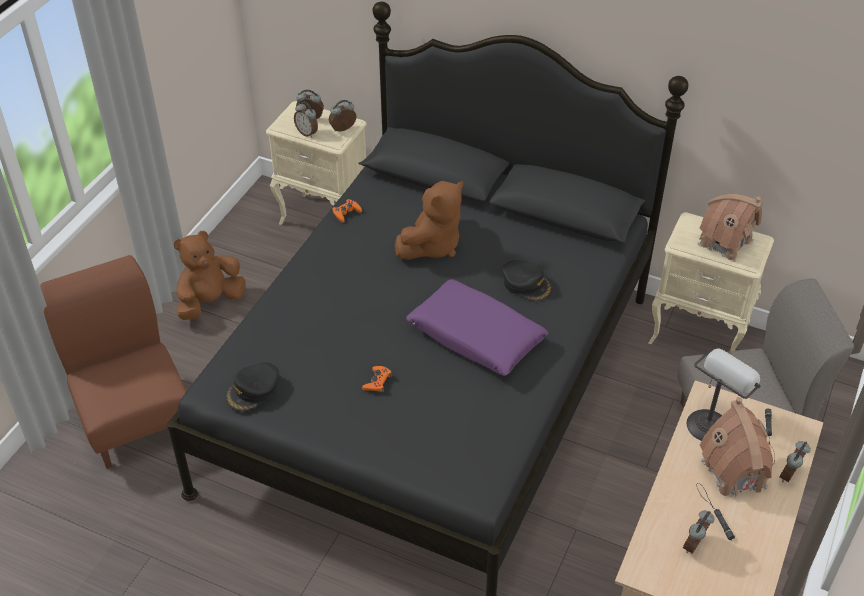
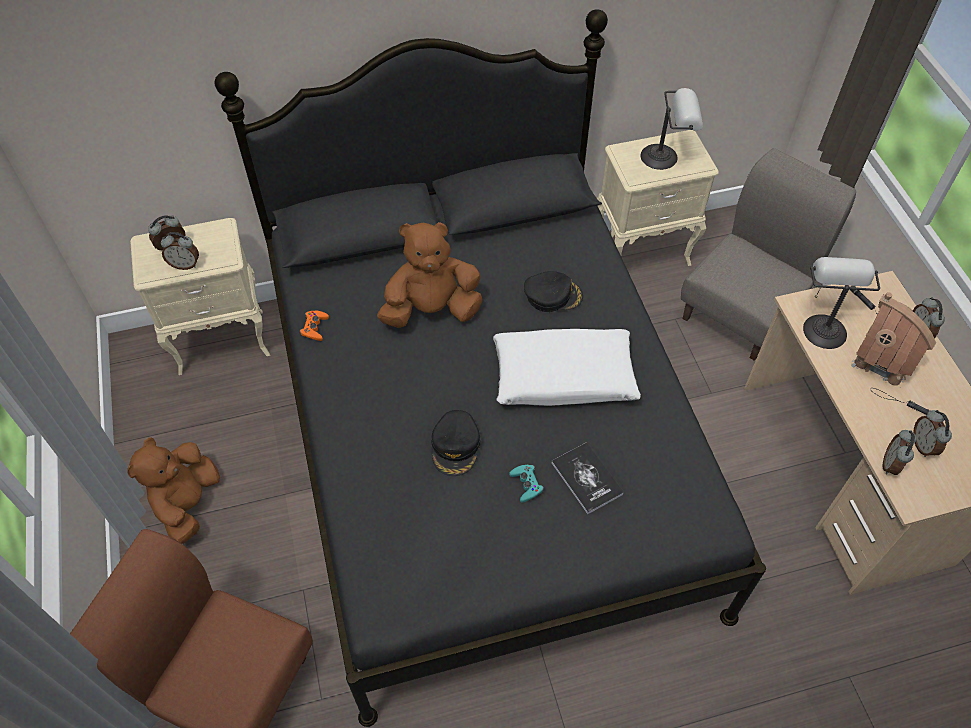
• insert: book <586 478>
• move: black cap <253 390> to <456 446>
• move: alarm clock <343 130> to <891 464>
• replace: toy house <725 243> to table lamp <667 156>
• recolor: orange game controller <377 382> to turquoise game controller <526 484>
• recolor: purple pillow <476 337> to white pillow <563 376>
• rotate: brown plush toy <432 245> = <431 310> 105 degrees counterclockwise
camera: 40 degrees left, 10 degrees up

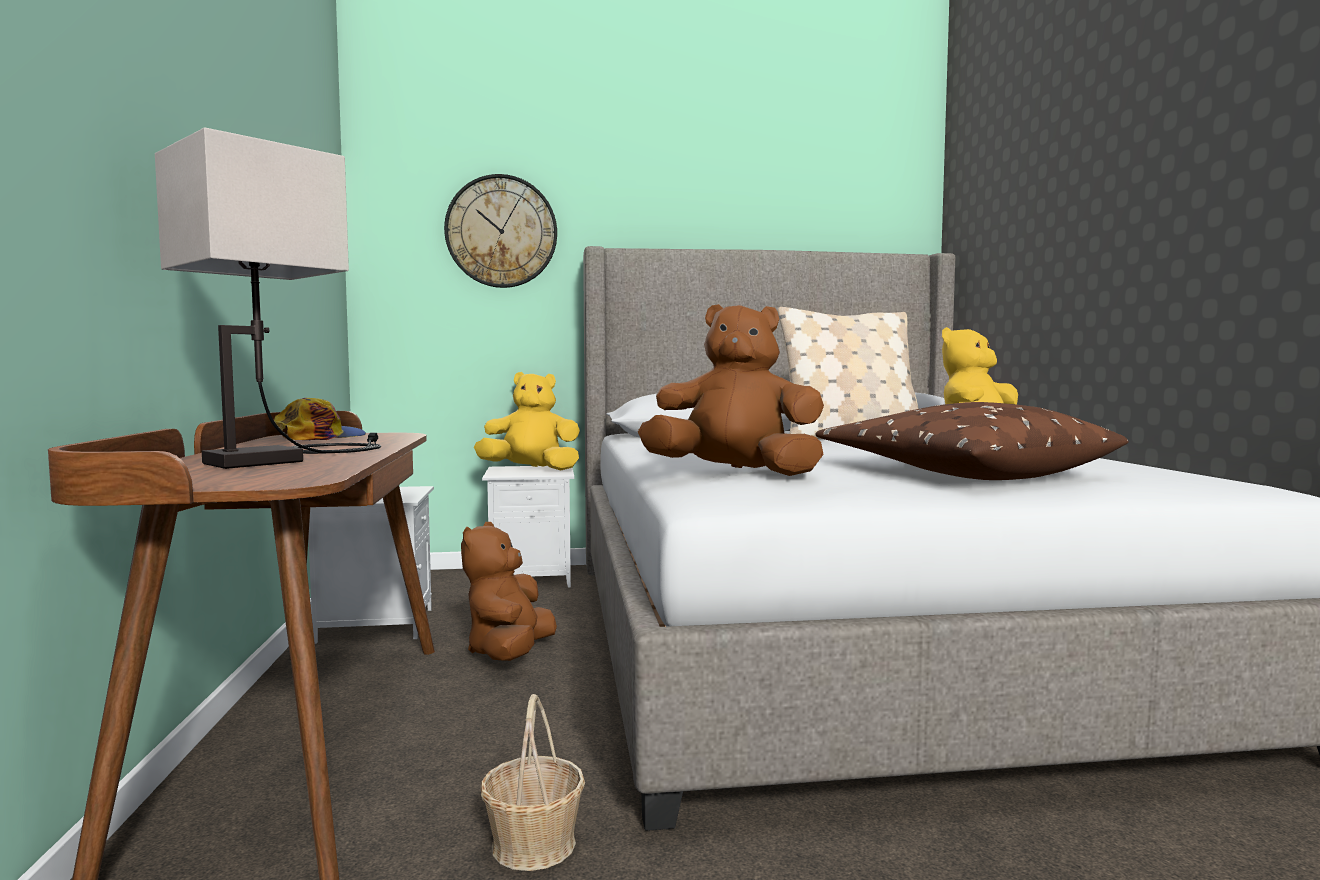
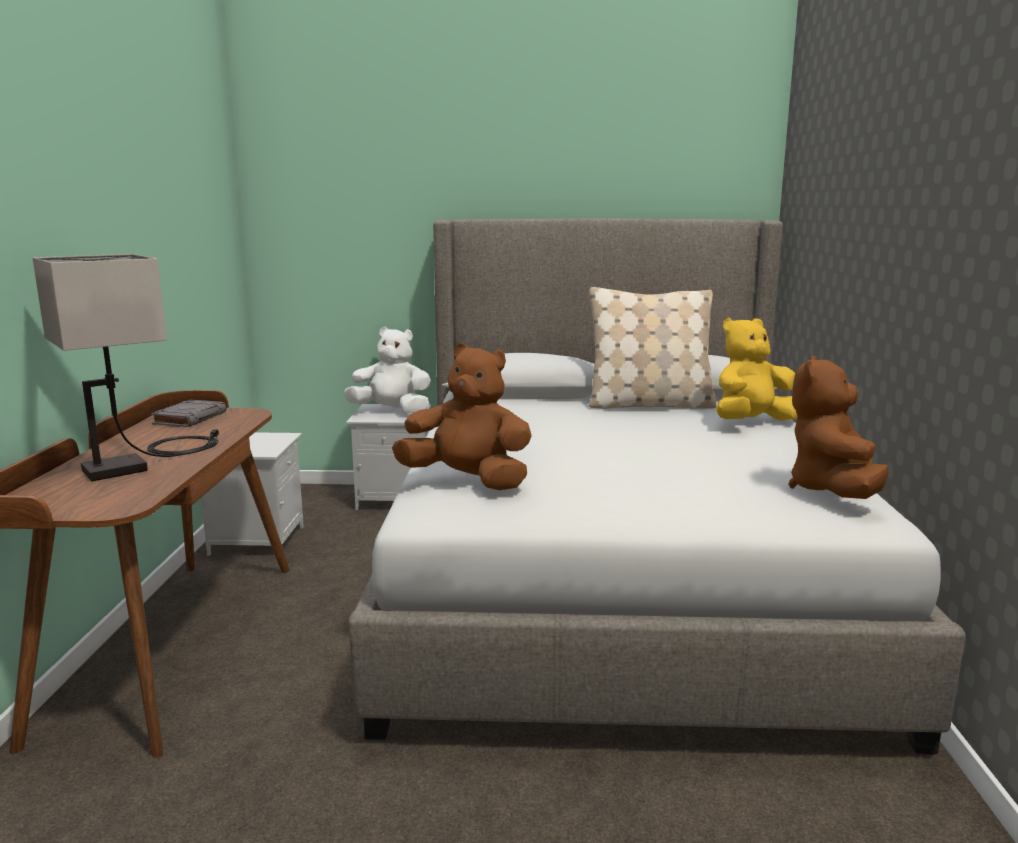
• delete: wall clock <501 231>
• delete: basket <533 845>
• delete: brown pillow <961 473>
• move: brown plush toy <510 654> to <833 491>
• replace: cap <320 437> to grey book <190 418>
• recolor: yellow plush toy <531 470> to white plush toy <392 411>
camera: 10 degrees right, 10 degrees up

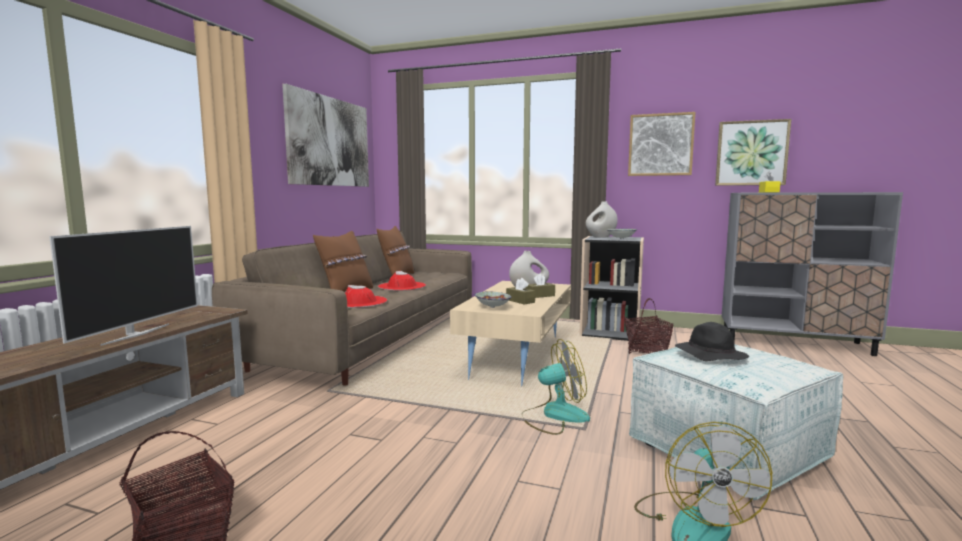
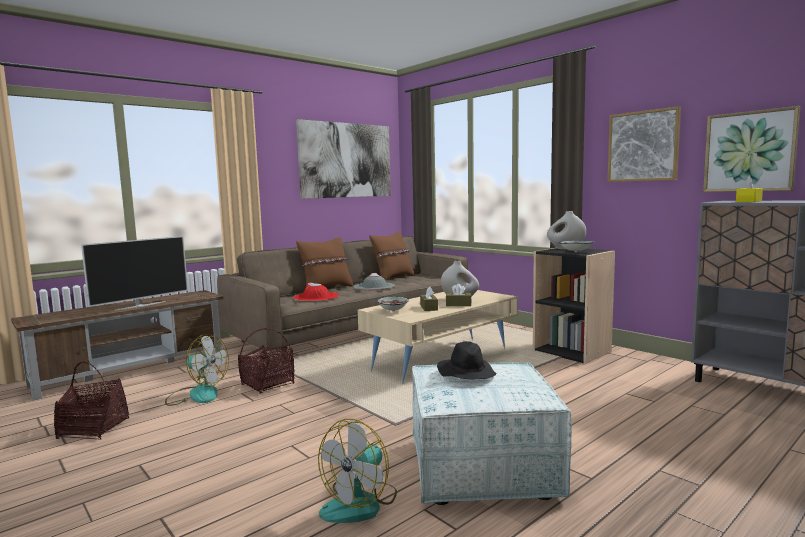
• move: fan <554 416> to <197 395>
• move: basket <646 350> to <268 384>
• recolor: red hat <402 286> to grey hat <374 286>
camera: 30 degrees right, 0 degrees up

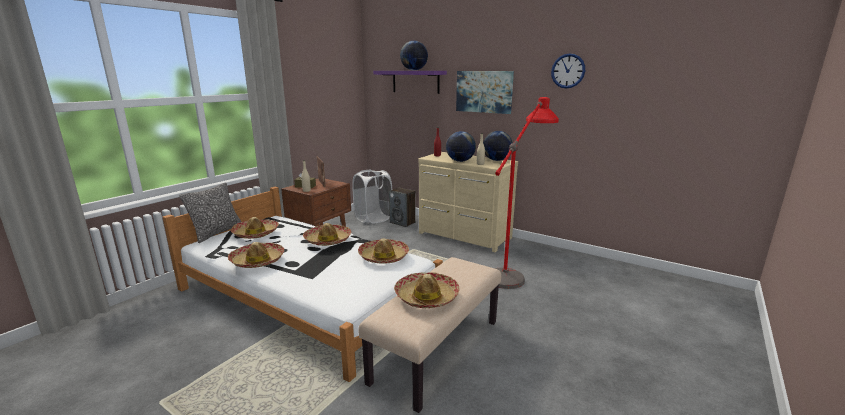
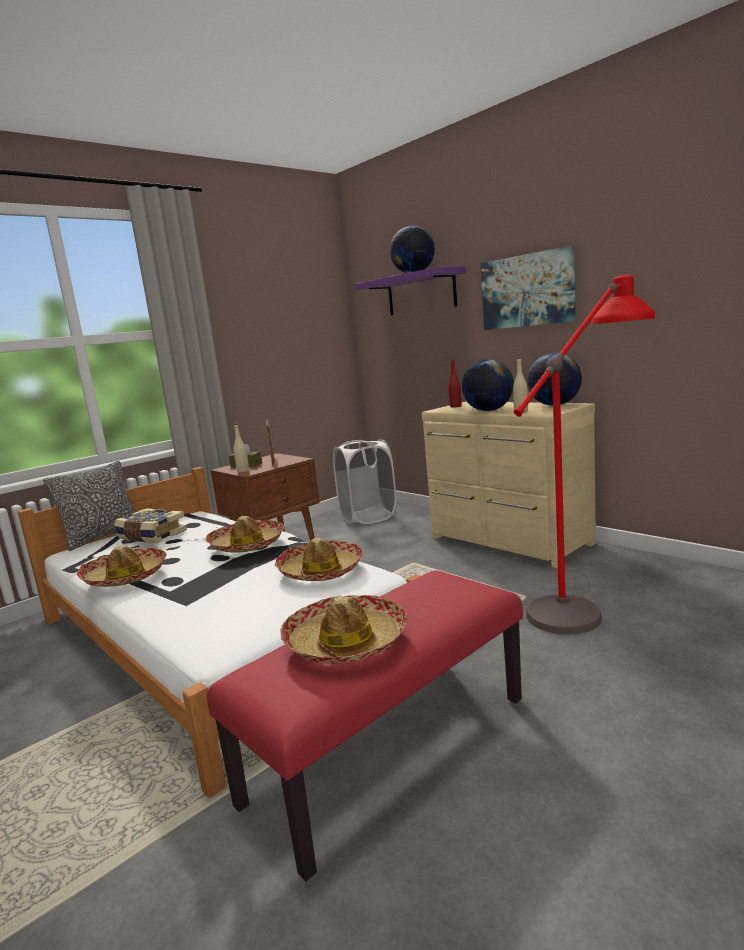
• delete: speaker <403 222>
• delete: wall clock <568 71>
• replace: hat <256 233> to book <151 536>
• recolor: beige bench <437 350> to red bench <390 748>
camera: 15 degrees right, 5 degrees down

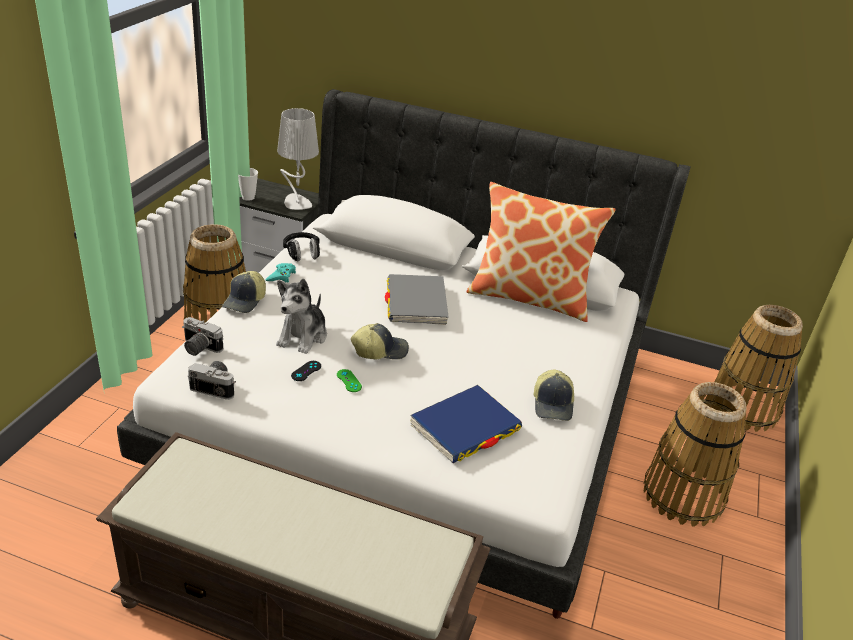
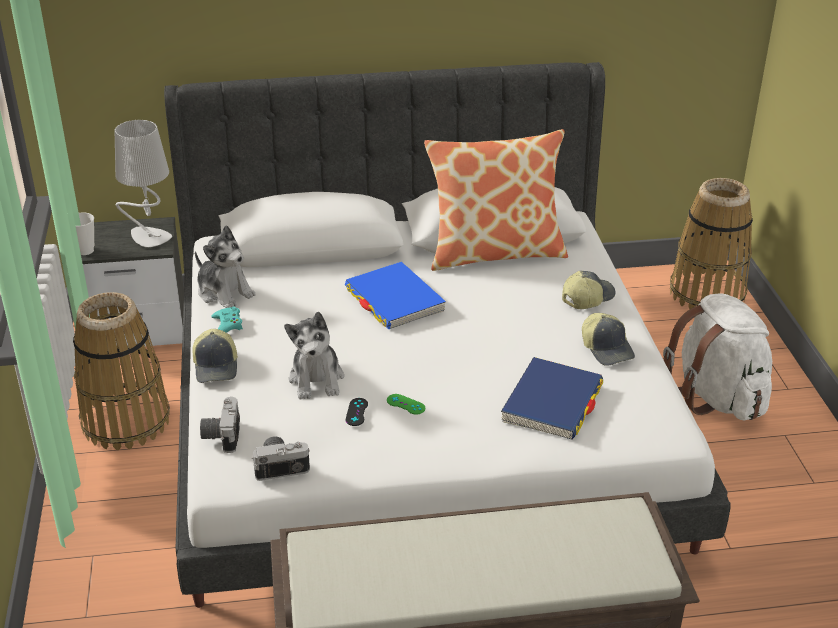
• move: cap <380 350> to <586 297>
• replace: black headphones <302 254> to plush toy <224 292>
• replace: basket <682 495> to white backpack <716 397>
• recolor: grey book <416 303> to blue book <394 300>
• rotate: photo camera <198 348> = <221 435> 90 degrees clockwise
camera: 25 degrees left, 0 degrees up

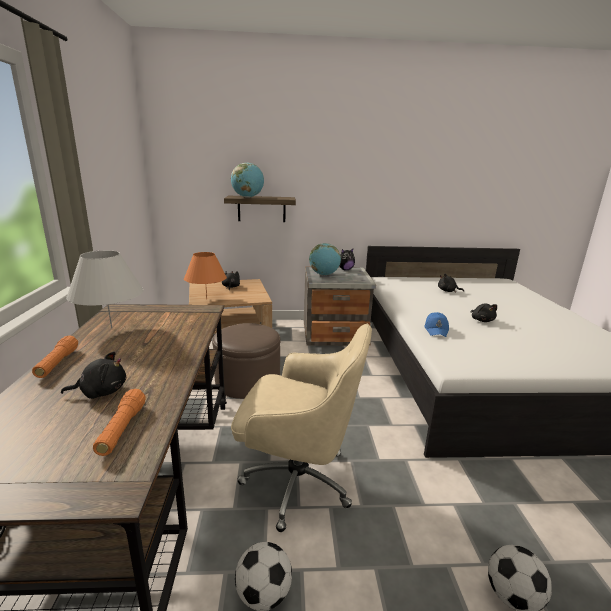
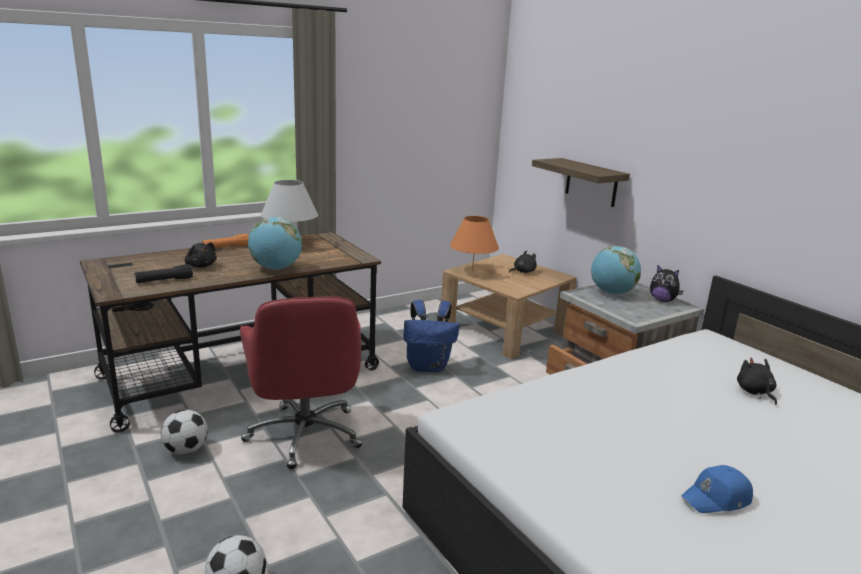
• delete: black plush toy <482 320>
• move: globe <248 197> to <276 268>
• move: blue cap <436 329> to <717 499>
• replace: brown ottoman <247 381> to blue backpack <428 366>
• recolor: orange flashlight <122 429> to black flashlight <164 281>
• recolor: beige office chair <298 481> to red office chair <304 435>
camera: 60 degrees right, 0 degrees up

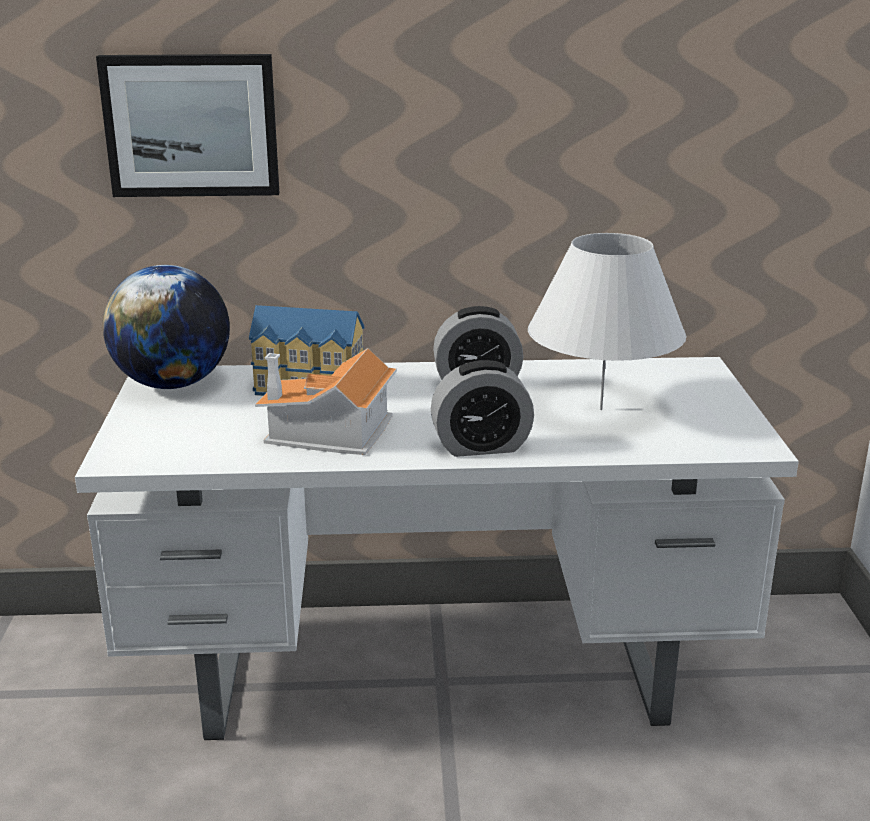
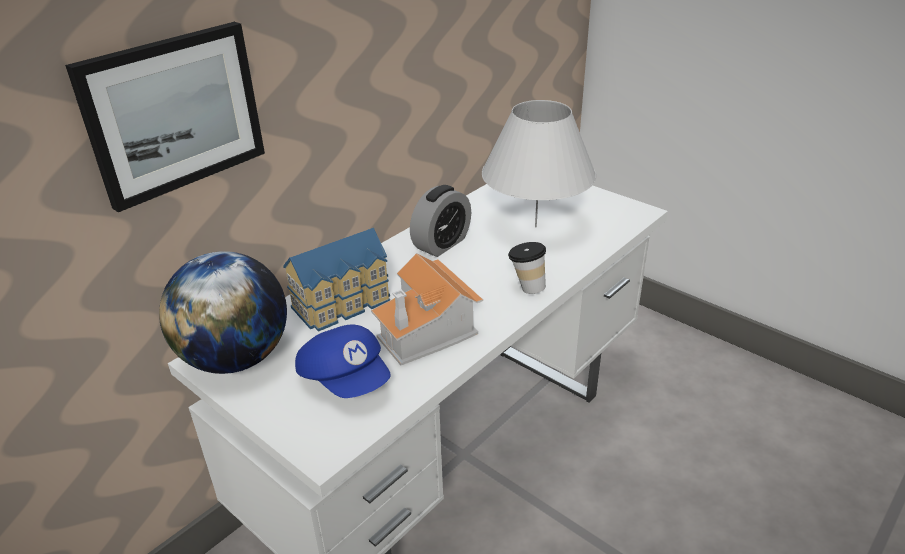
• insert: blue cap <346 379>
• replace: alarm clock <481 446> to cup <526 287>
camera: 45 degrees left, 10 degrees up

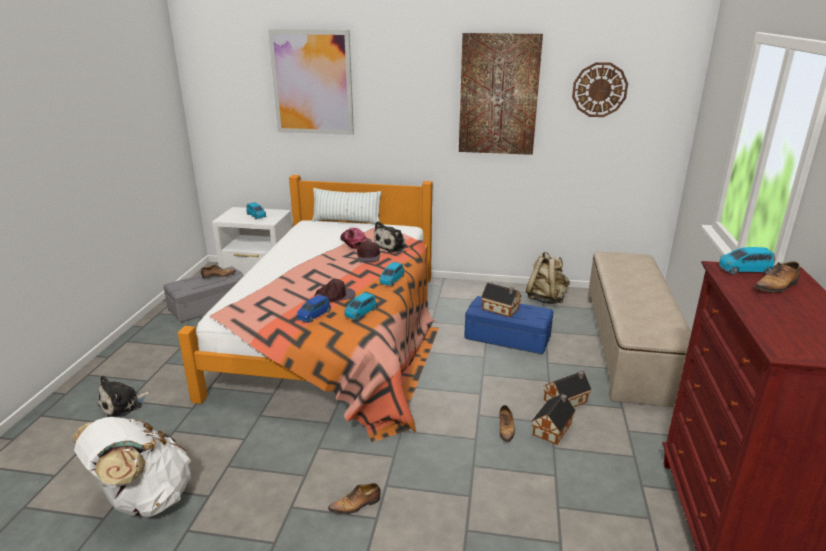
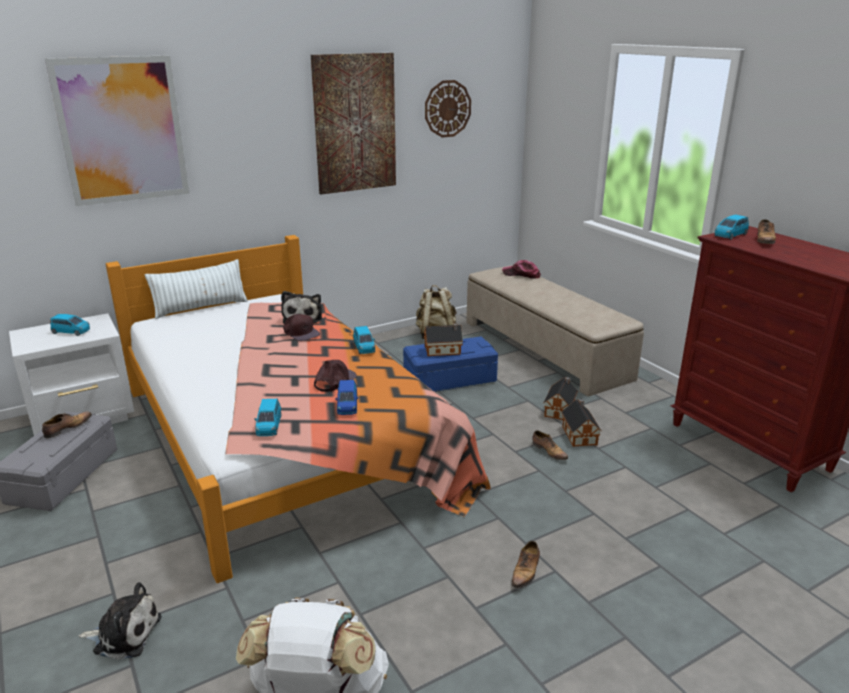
• move: cap <353 242> to <521 274>
• move: blue toy car <360 313> to <269 426>
• rotate: plush toy <123 405> = <124 634> 90 degrees counterclockwise
camera: 40 degrees left, 0 degrees up

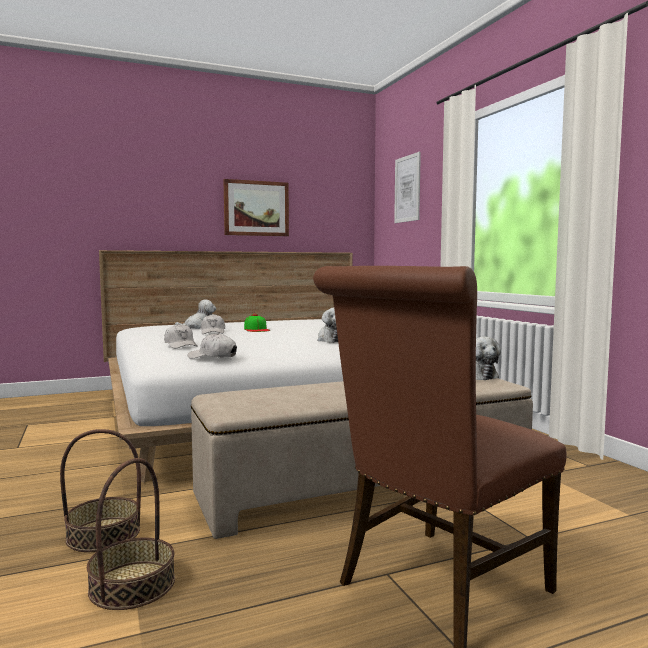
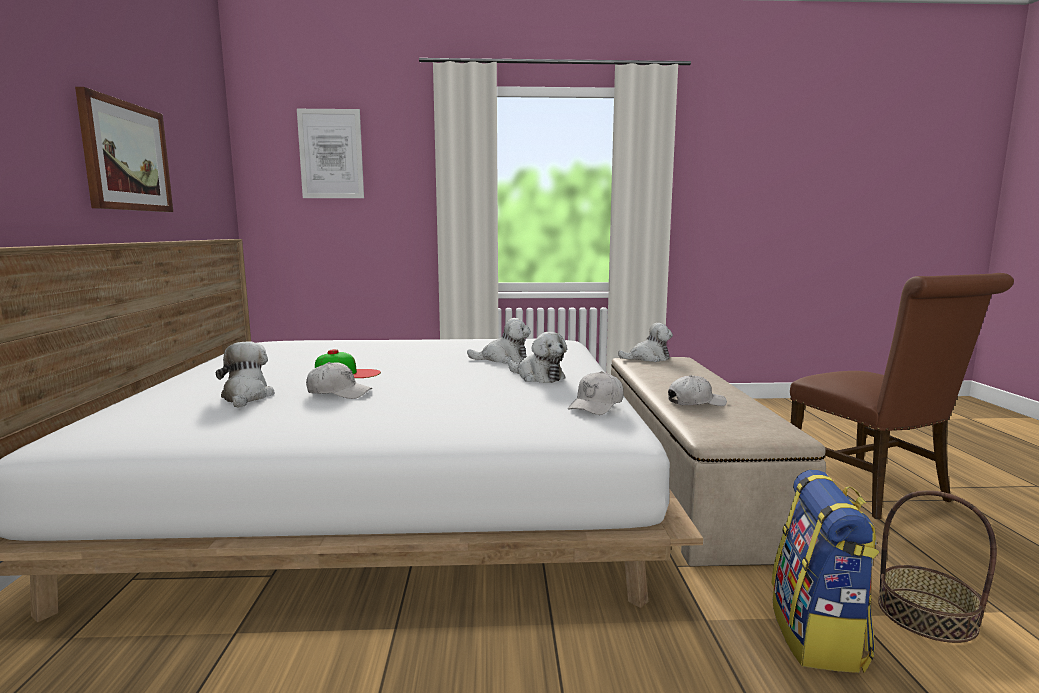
• insert: plush toy <538 377>
• move: white cap <181 345> to <695 402>
• replace: basket <103 534> to backpack <819 635>
camera: 70 degrees left, 5 degrees up

